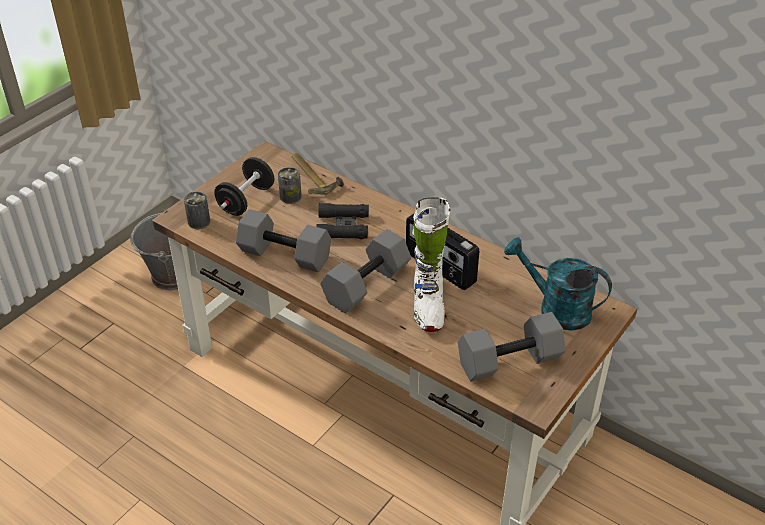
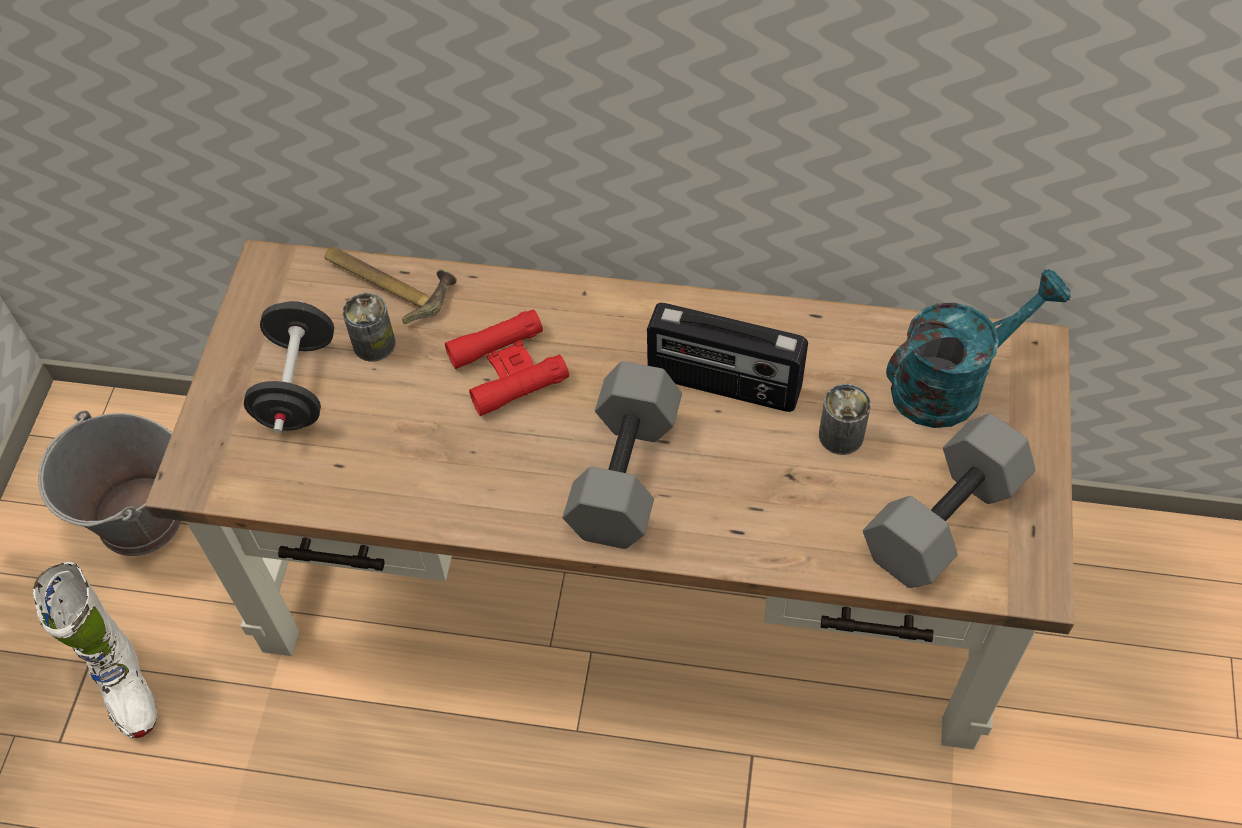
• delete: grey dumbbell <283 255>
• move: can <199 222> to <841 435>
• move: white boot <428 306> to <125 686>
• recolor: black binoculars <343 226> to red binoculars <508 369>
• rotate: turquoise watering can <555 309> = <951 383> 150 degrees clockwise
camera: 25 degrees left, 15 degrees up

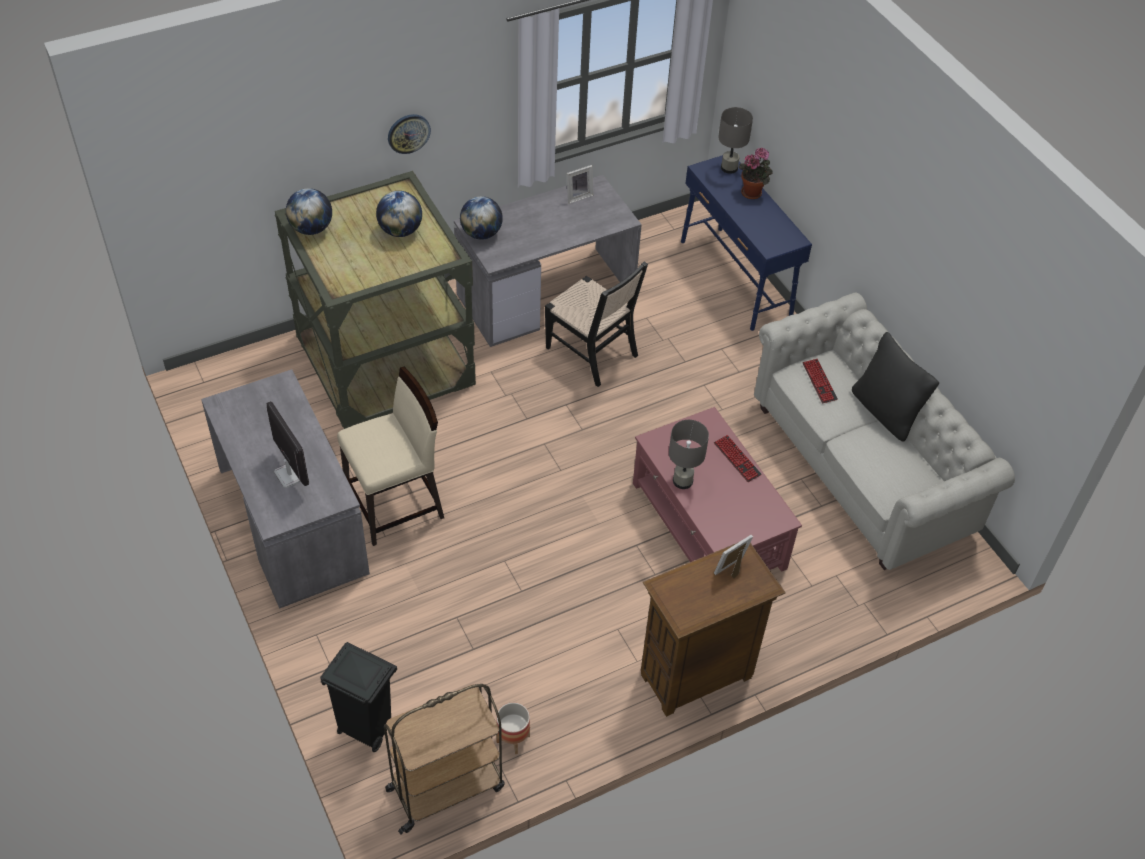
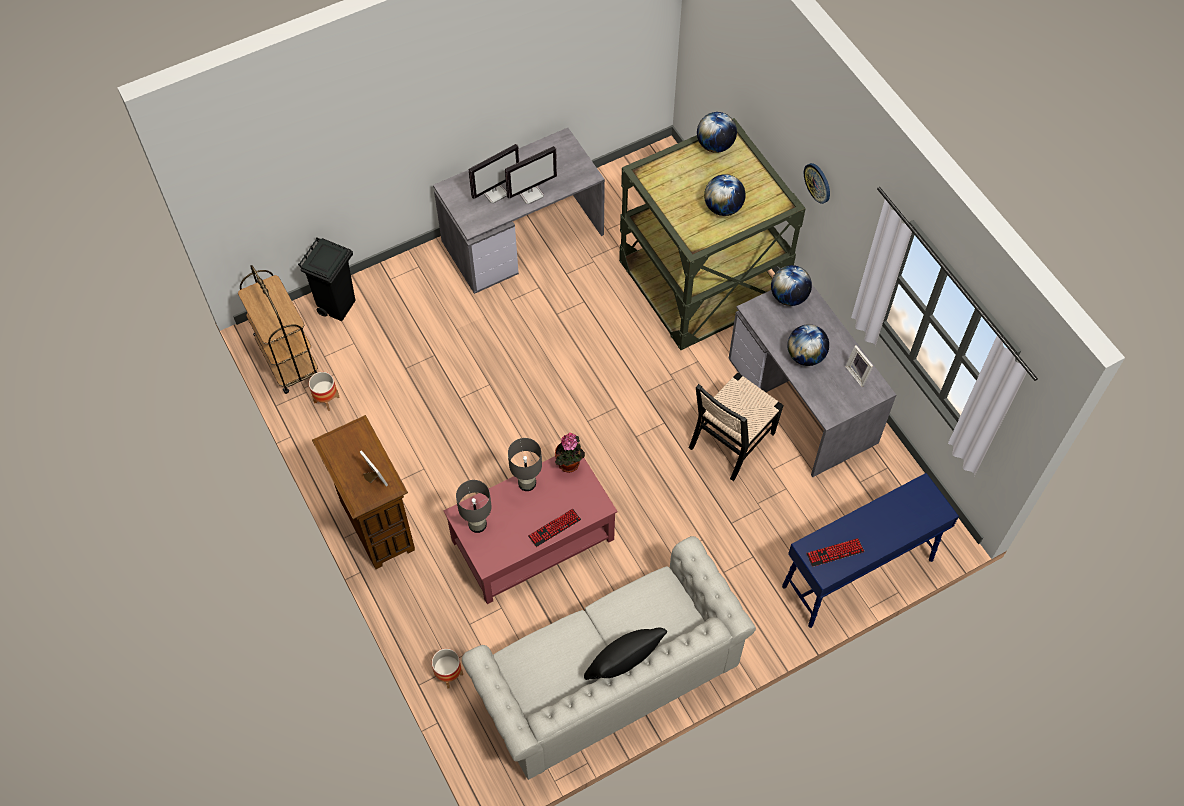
• delete: beige chair <396 506>
• insert: planter <448 674>
• insert: monitor <531 193>
• insert: globe <805 356>
• move: grey table lamp <729 167> to <478 524>
• move: potted plant <753 192> to <570 465>
• move: keyboard <819 381> to <835 553>
camera: 90 degrees right, 10 degrees up

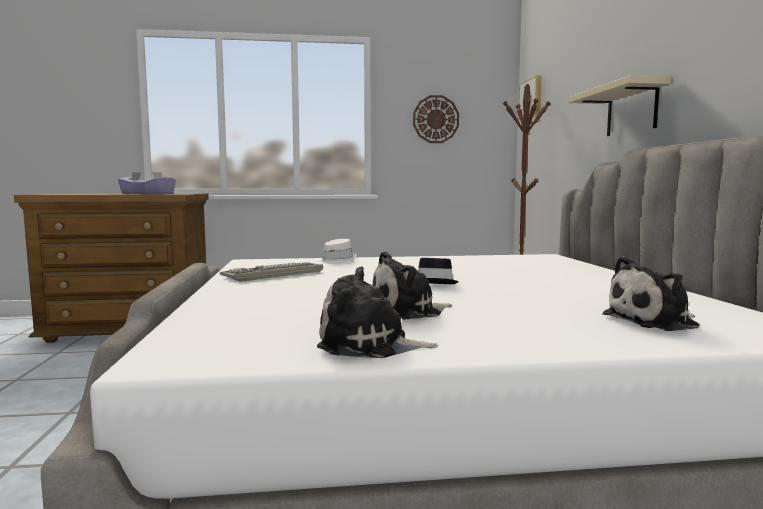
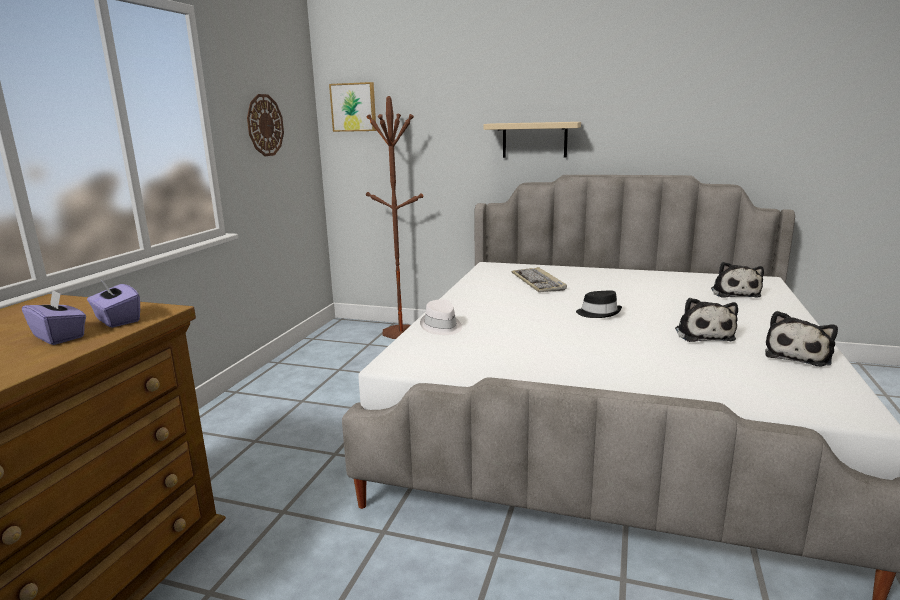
• move: keyboard <273 274> to <538 282>
camera: 65 degrees left, 10 degrees up

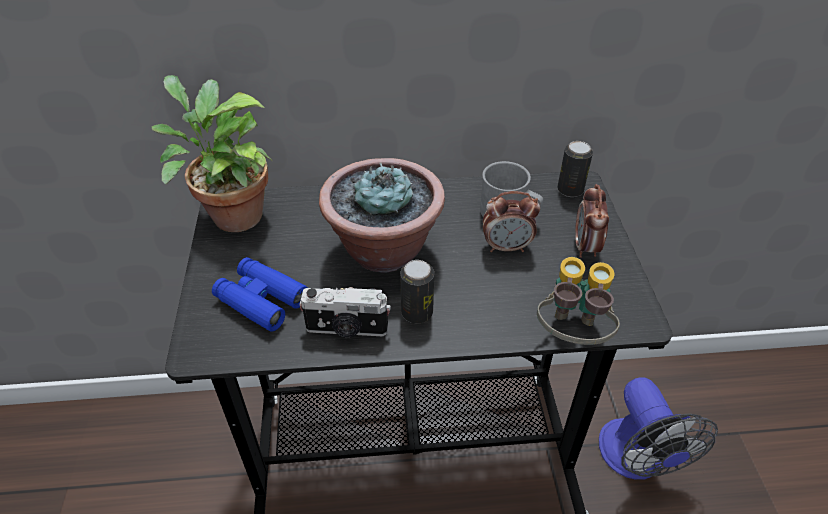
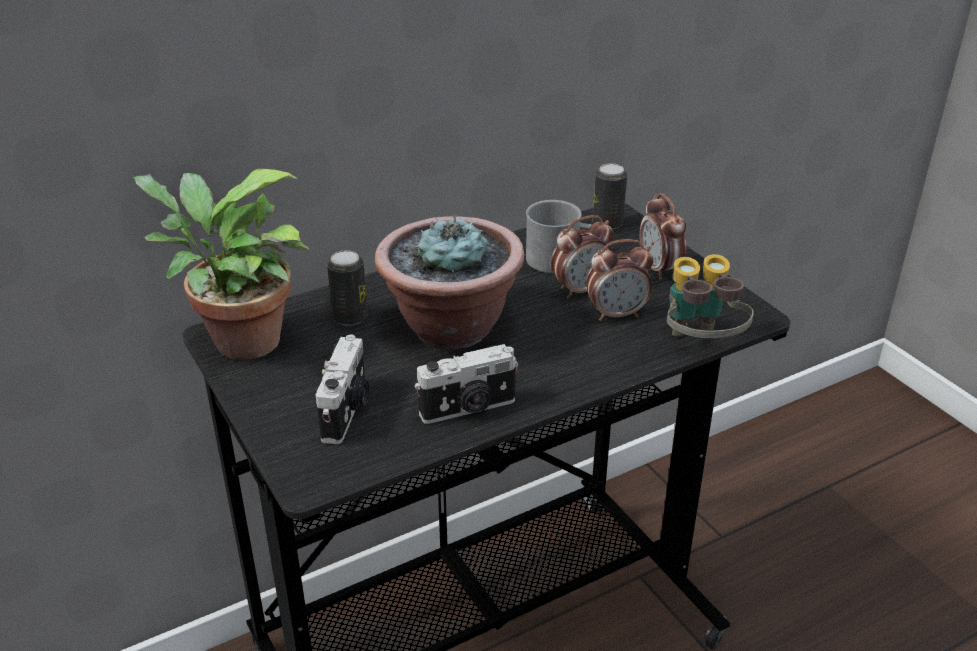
• delete: fan <637 460>
• insert: alarm clock <617 314>
• move: can <417 312> to <350 317>
• replace: blue binoculars <261 300> to photo camera <347 411>
camera: 25 degrees left, 10 degrees down

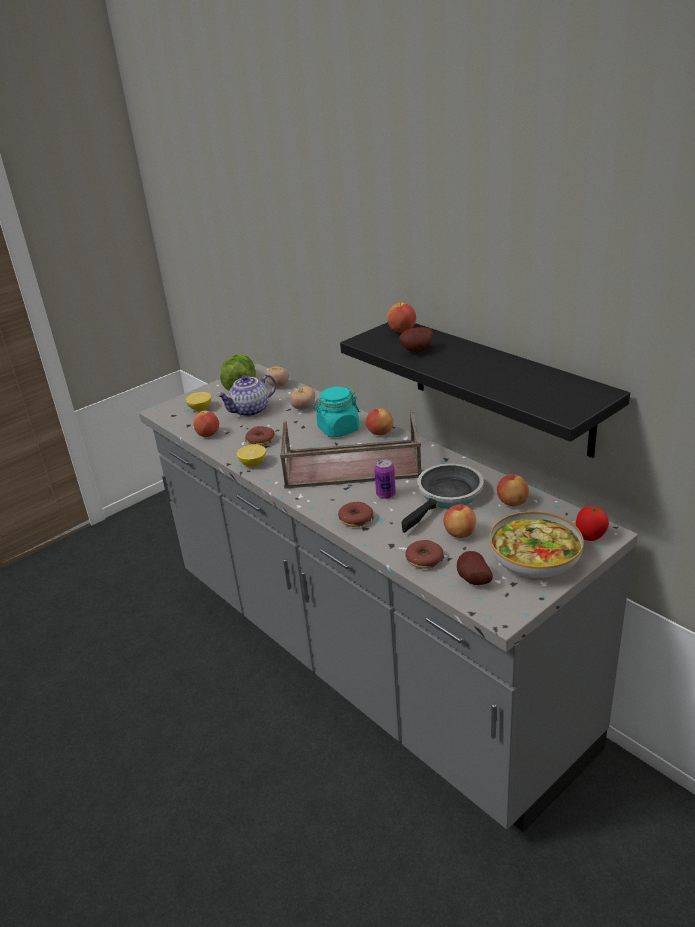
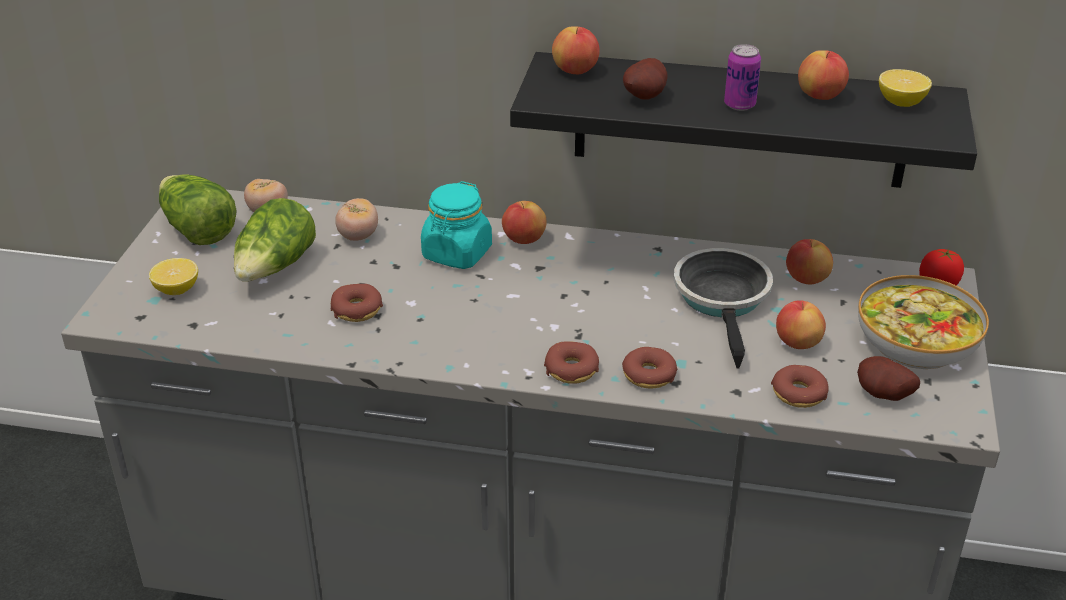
• delete: brown tray <350 465>
• insert: donut <571 369>
• move: apple <208 434> to <820 96>
• move: lemon <253 463> to <901 102>
• move: can <386 494> to <739 105>
• replace: teapot <250 411> to lettuce <275 267>
camera: 40 degrees left, 5 degrees up

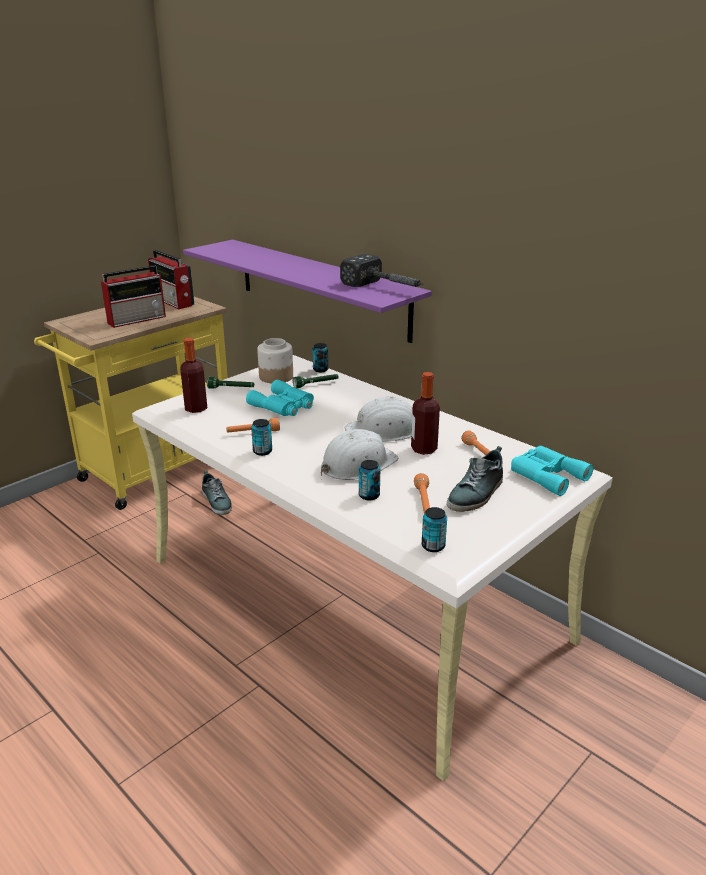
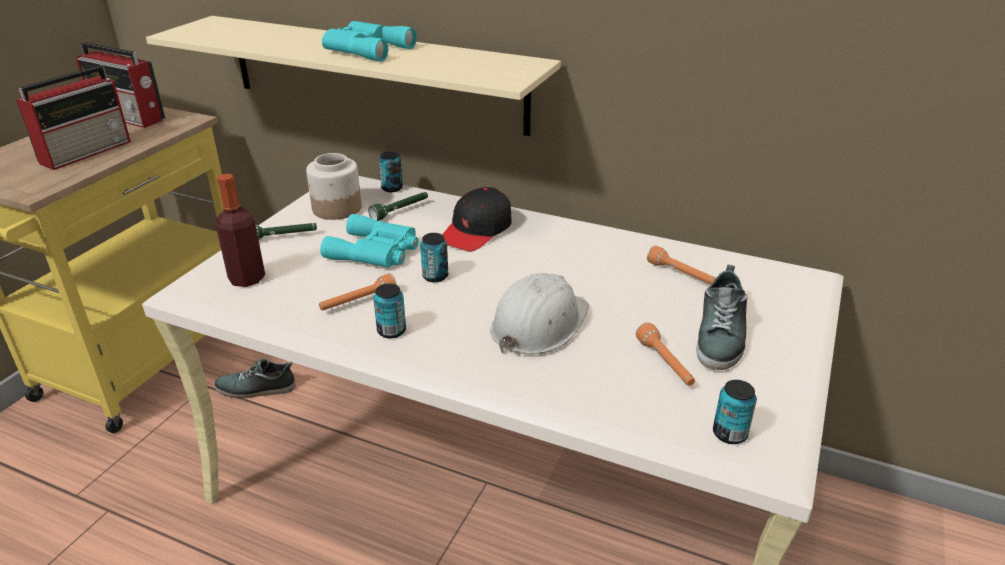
• delete: hammer <386 288>
• delete: white hard hat <383 430>
• delete: bottle <424 449>
• insert: black cap <476 231>
• move: can <369 495> to <435 276>
• move: turquoise binoculars <546 474> to <365 49>
• recolor: purple shelf <321 288> to beige shelf <374 73>
• rotate: shoe <217 502> = <256 388> 135 degrees clockwise
camera: 20 degrees left, 5 degrees up

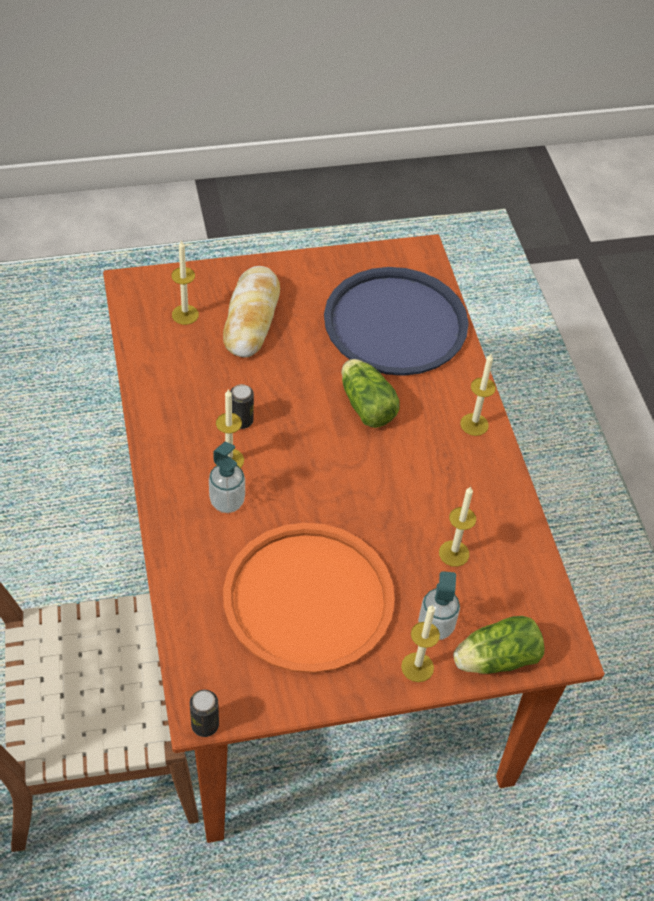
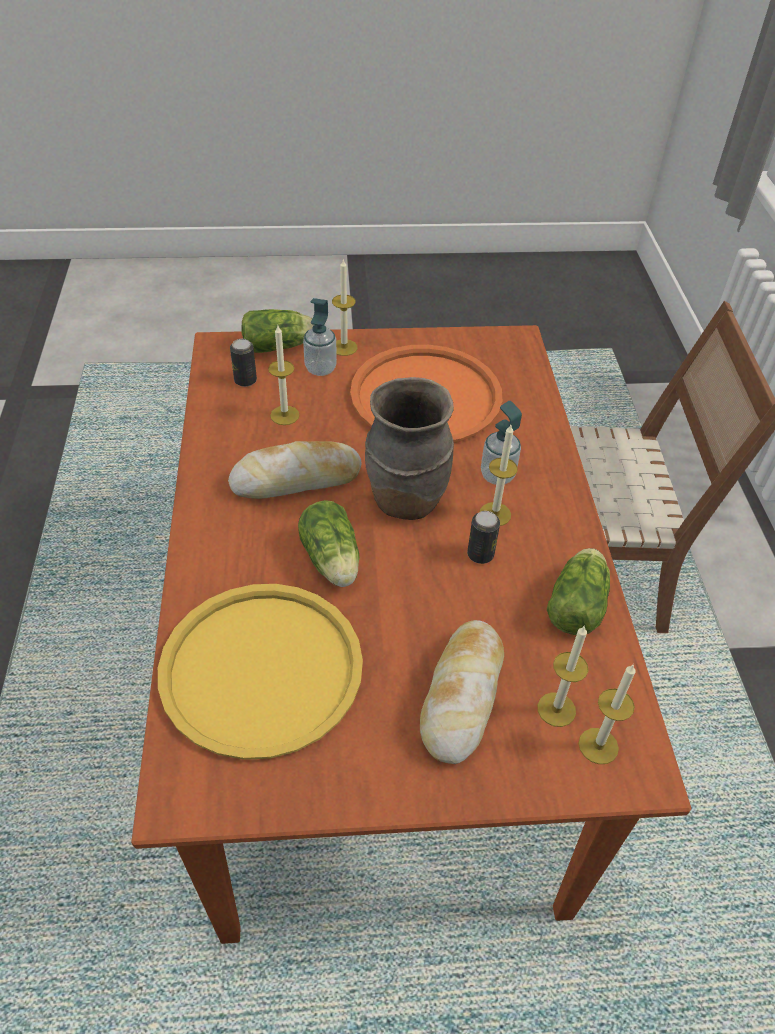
• insert: bread <296 479>
• insert: brown vase <405 500>
• insert: lettuce <577 603>
• move: can <205 725> to <245 380>
• move: candle <474 424> to <598 746>
• recolor: blue tray <395 323> to yellow tray <262 669>
camera: 170 degrees left, 5 degrees down

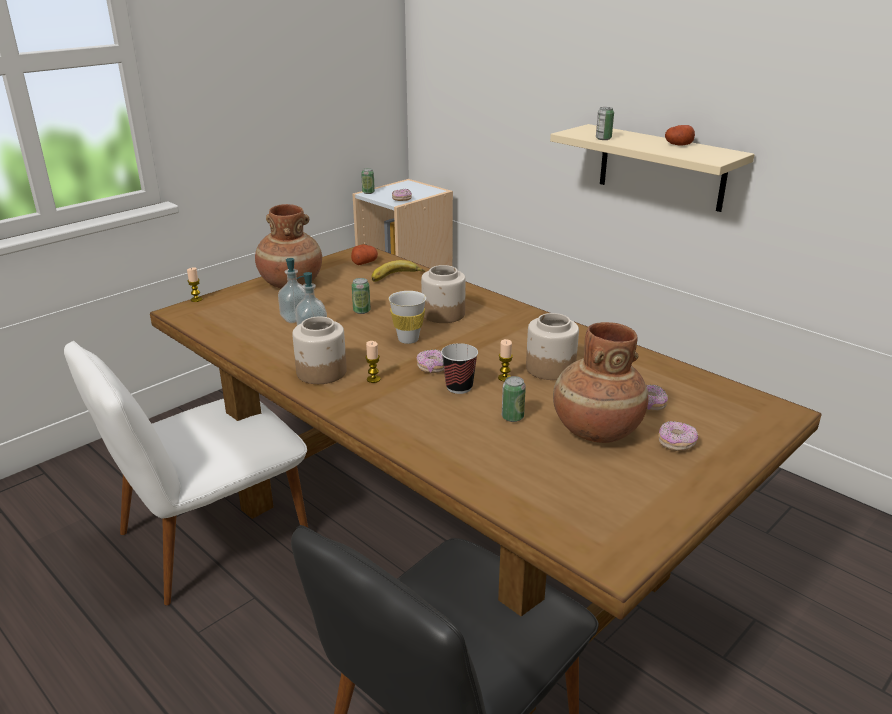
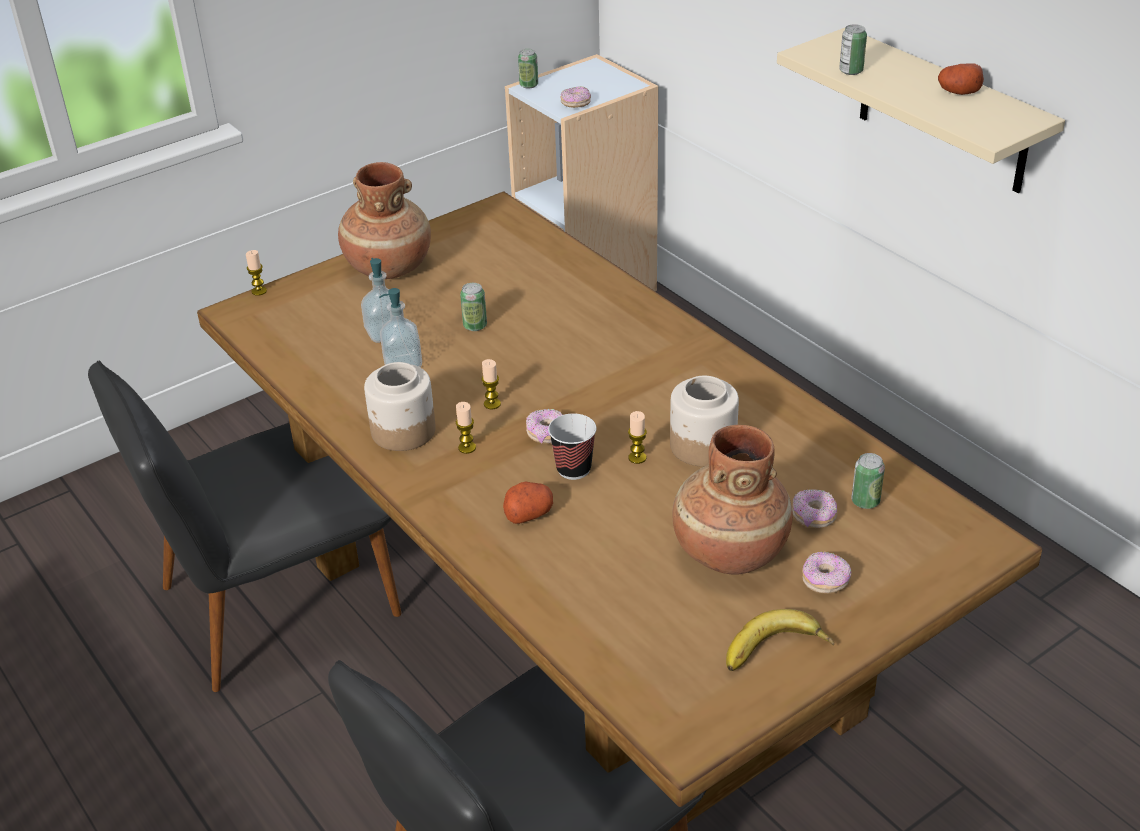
• delete: white cup <408 339>
• delete: jar <444 314>
• insert: candle <492 404>
• move: potato <364 262> to <528 513>
• move: banana <397 277> to <776 653>
• move: can <512 417> to <865 501>
• recolor: white chair <214 535> to black chair <279 600>
camera: 10 degrees right, 10 degrees up

